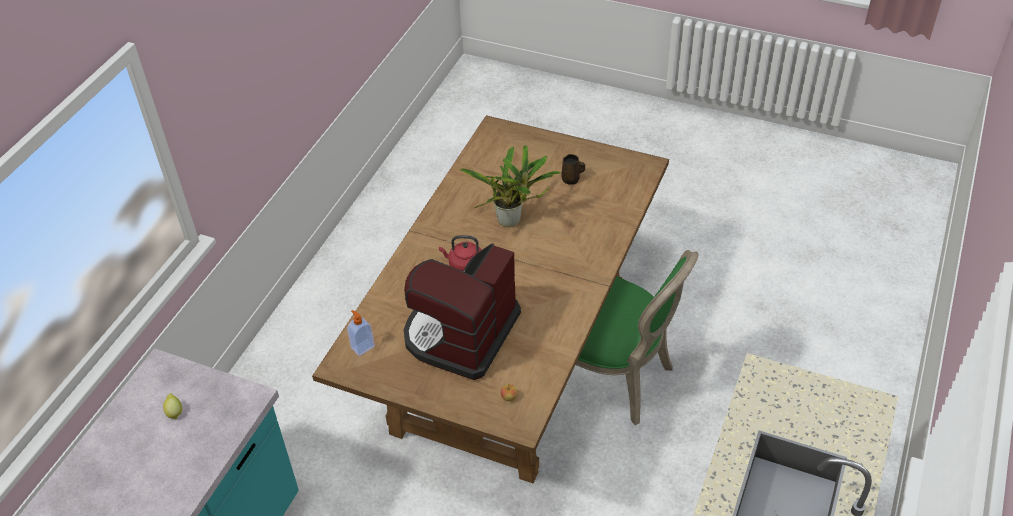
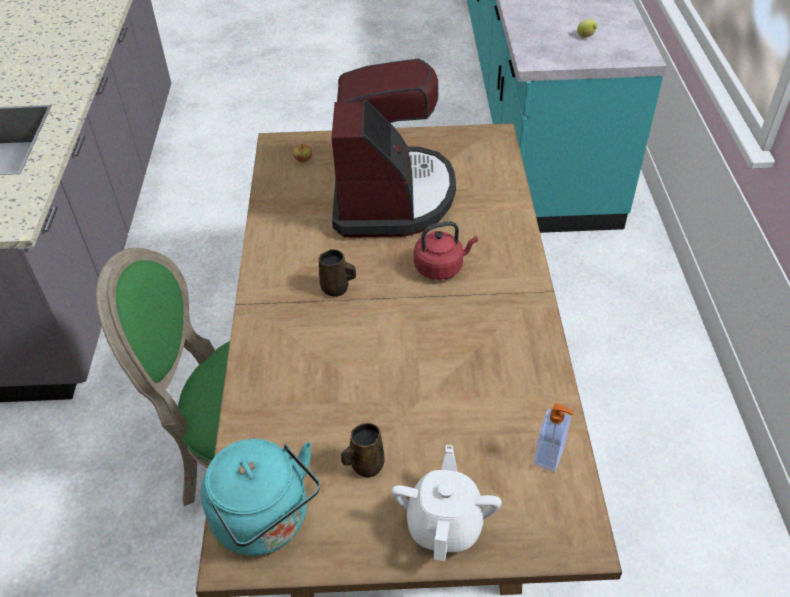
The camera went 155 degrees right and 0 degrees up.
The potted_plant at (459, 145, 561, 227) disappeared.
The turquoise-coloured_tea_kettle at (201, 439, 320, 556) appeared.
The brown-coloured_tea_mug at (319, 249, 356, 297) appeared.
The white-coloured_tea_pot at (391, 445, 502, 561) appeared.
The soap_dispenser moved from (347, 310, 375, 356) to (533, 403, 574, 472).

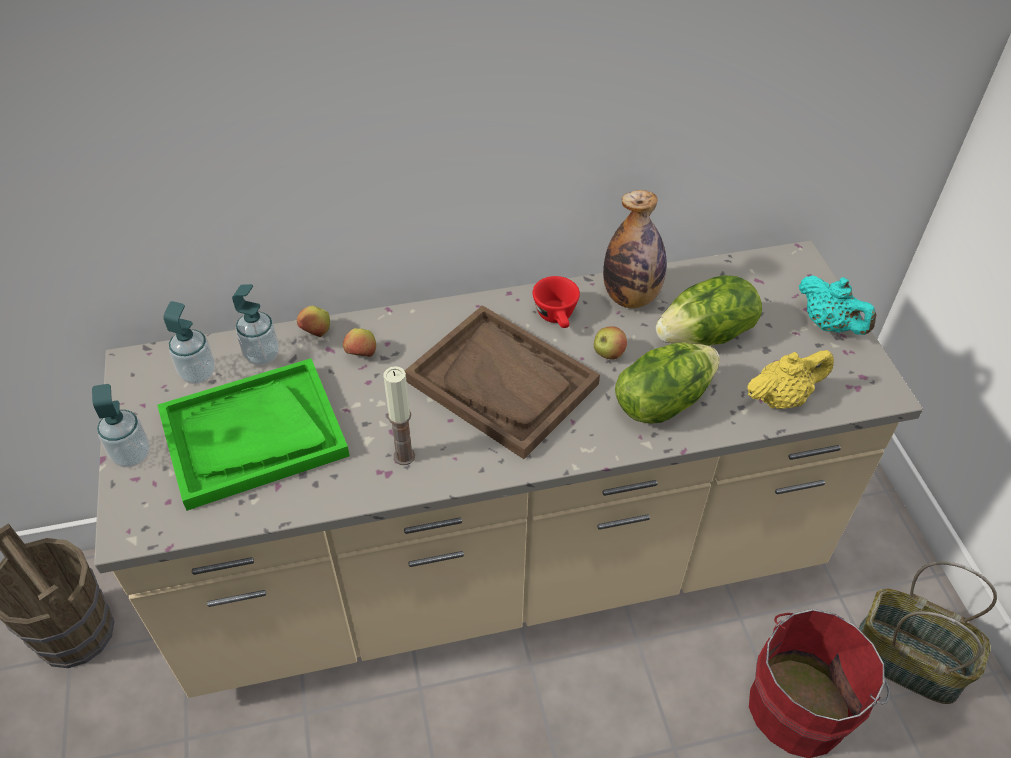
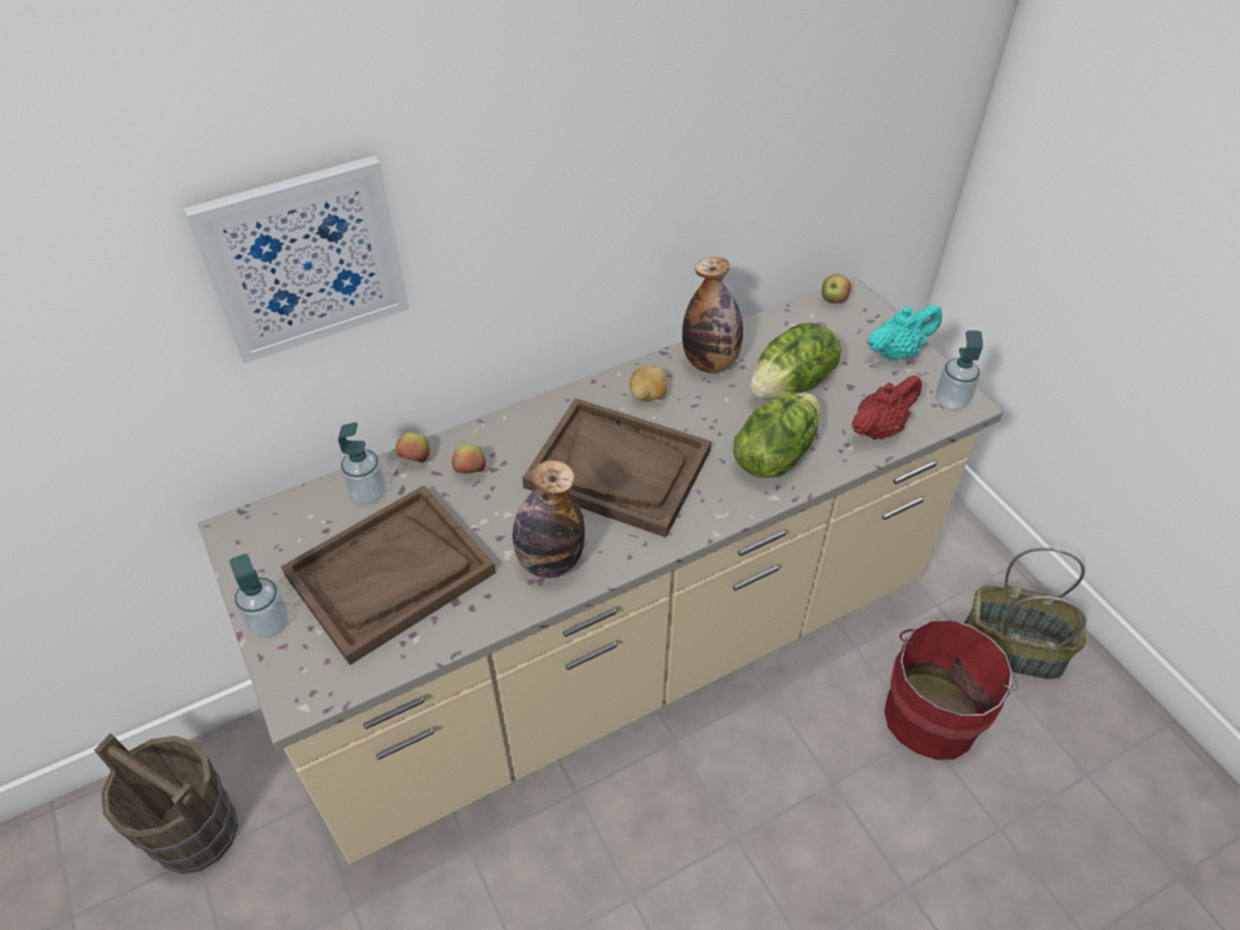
The camera went 15 degrees left and 0 degrees up.
The wall_picture at (184, 155, 409, 364) appeared.
The soap_dispenser moved from (163, 301, 215, 384) to (936, 330, 983, 410).
The apple_fruit moved from (594, 326, 627, 359) to (822, 274, 851, 303).
The wax_light at (384, 366, 415, 465) was replaced by the bottle at (512, 460, 585, 578).
The red-coloured_cup at (533, 276, 580, 328) was replaced by the whole_potato at (630, 365, 667, 401).
The greenish_serving_tray at (157, 358, 350, 511) became the brown-coloured_serving_tray at (281, 485, 496, 665).
The yellow-coloured_tea_pot at (746, 350, 834, 409) became the red-coloured_tea_pot at (851, 375, 922, 440).
The turquoise-coloured_tea_pot at (799, 275, 877, 335) turned 60 degrees counterclockwise.

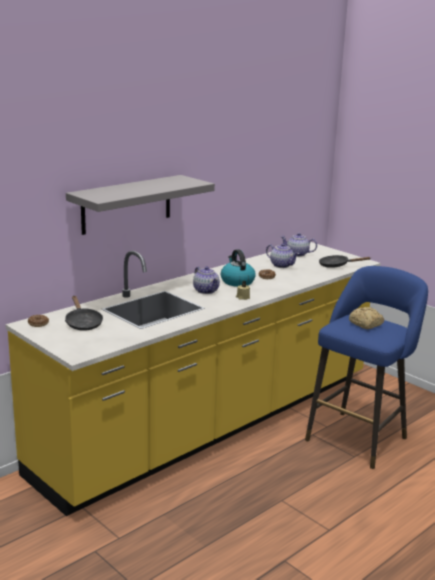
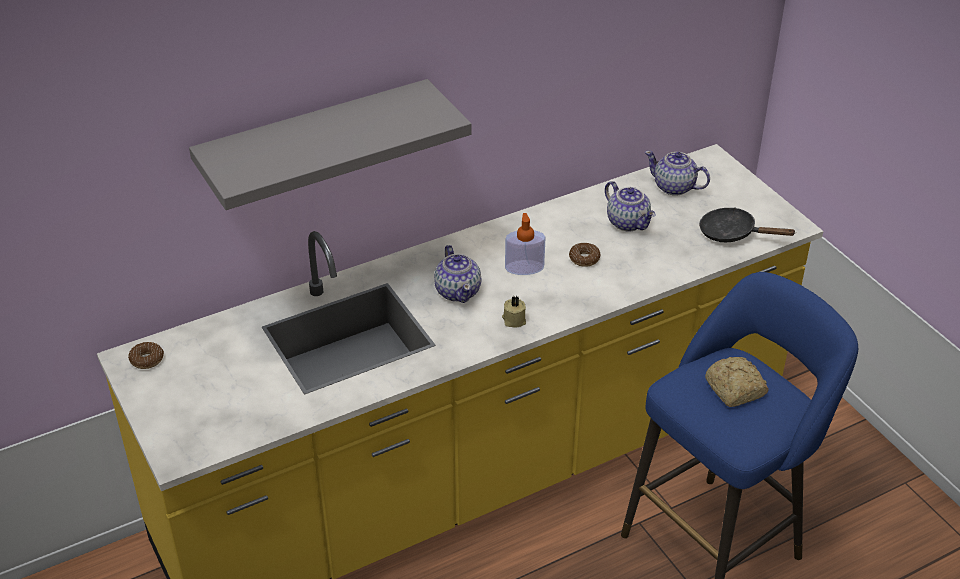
The camera went 15 degrees right and 20 degrees up.
The black-coloured_frying_pan at (65, 296, 103, 331) disappeared.
The tea_kettle at (221, 249, 255, 287) was replaced by the soap_dispenser at (505, 213, 546, 275).

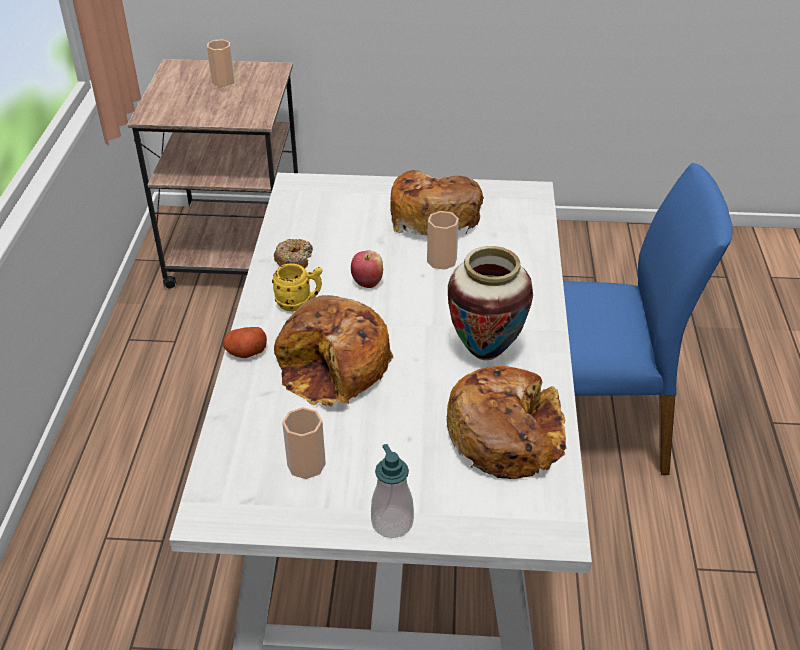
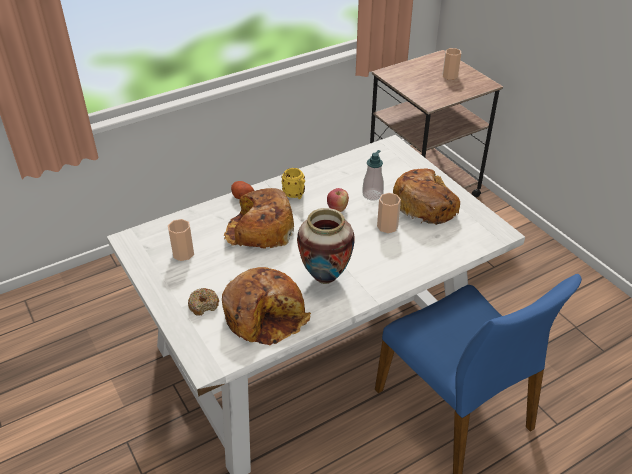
The camera went 55 degrees right and 0 degrees up.
The doughnut moved from (274, 239, 313, 269) to (188, 288, 219, 316).
The soap_dispenser moved from (371, 444, 414, 538) to (362, 150, 384, 200).

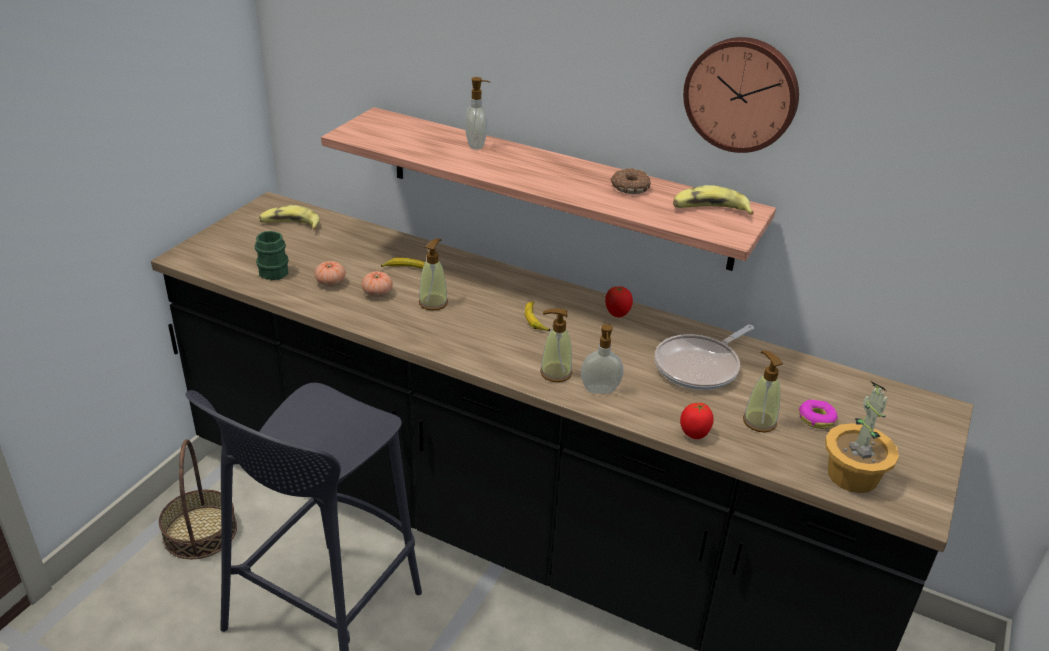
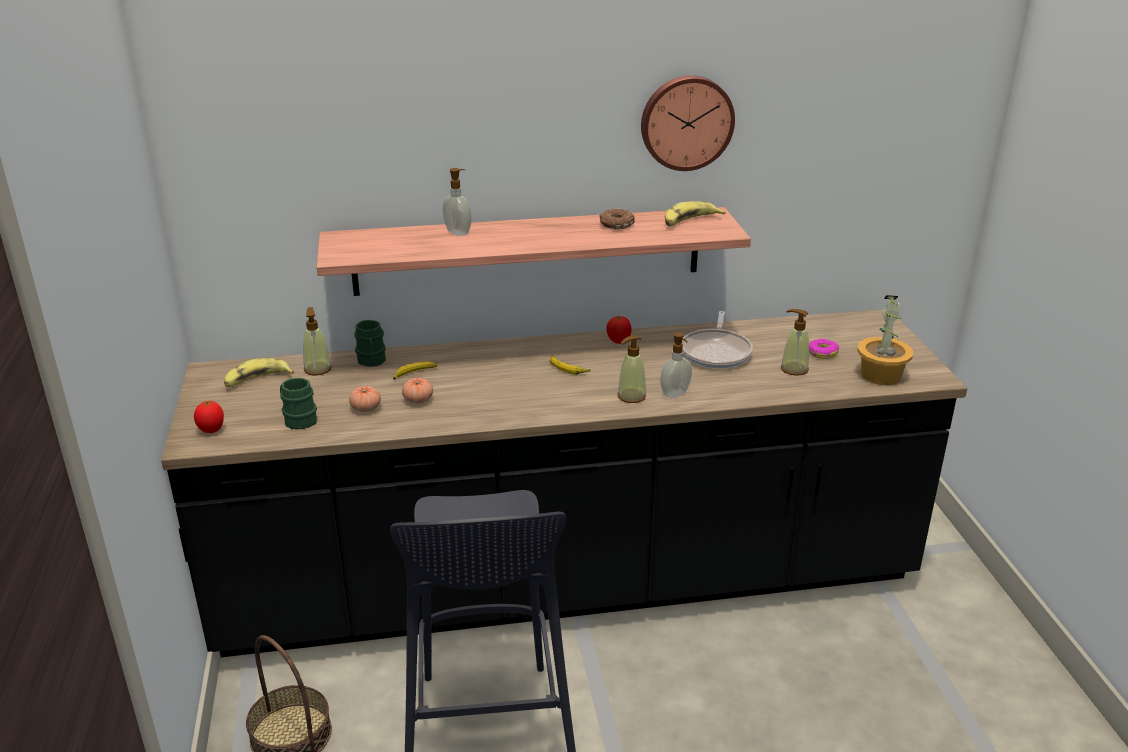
The camera went 35 degrees left and 5 degrees down.
The greenish_tea_mug at (354, 320, 386, 367) appeared.
The soap_dispenser moved from (419, 239, 448, 310) to (303, 307, 332, 375).
The tomato moved from (680, 403, 714, 439) to (194, 401, 224, 433).

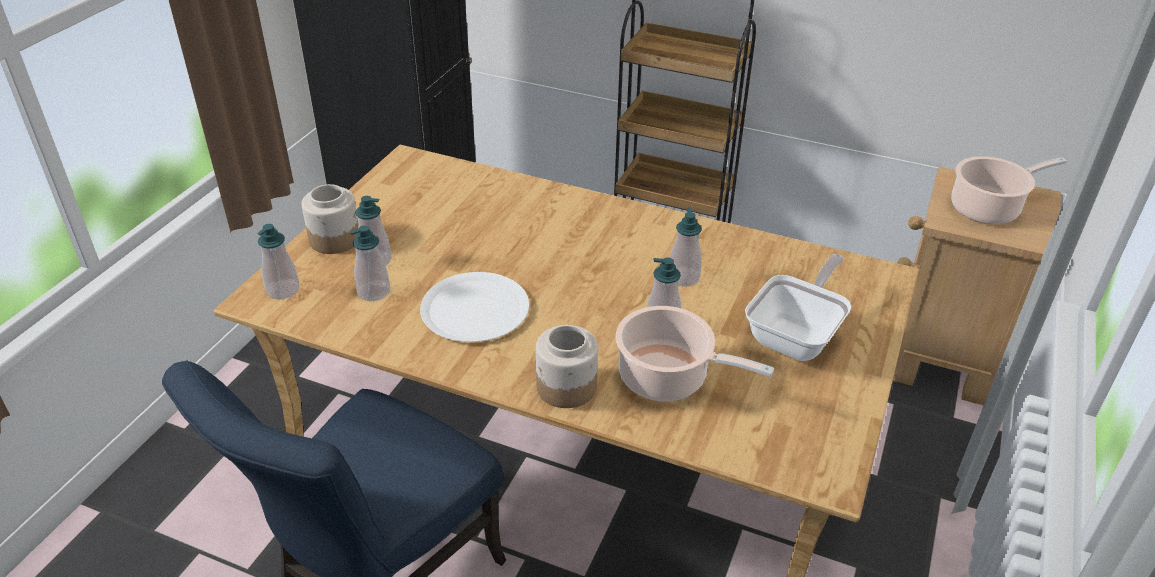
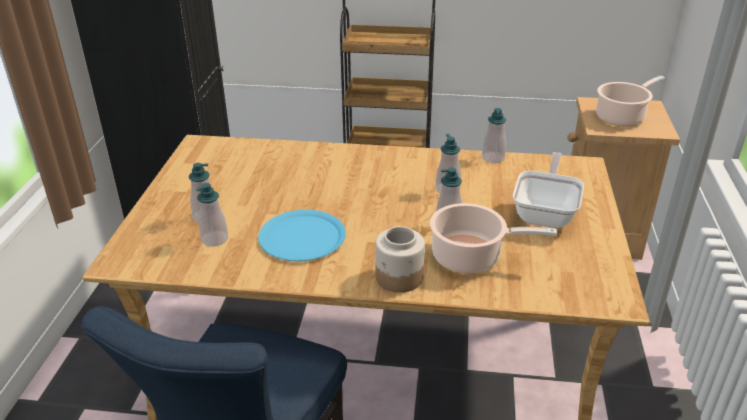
The camera went 15 degrees left and 5 degrees down.
The jar at (302, 184, 359, 254) disappeared.
The soap_dispenser moved from (257, 224, 300, 300) to (482, 108, 506, 163).
The white-coloured_flat_dish at (420, 272, 529, 342) became the blue_flat_dish at (258, 210, 346, 261).

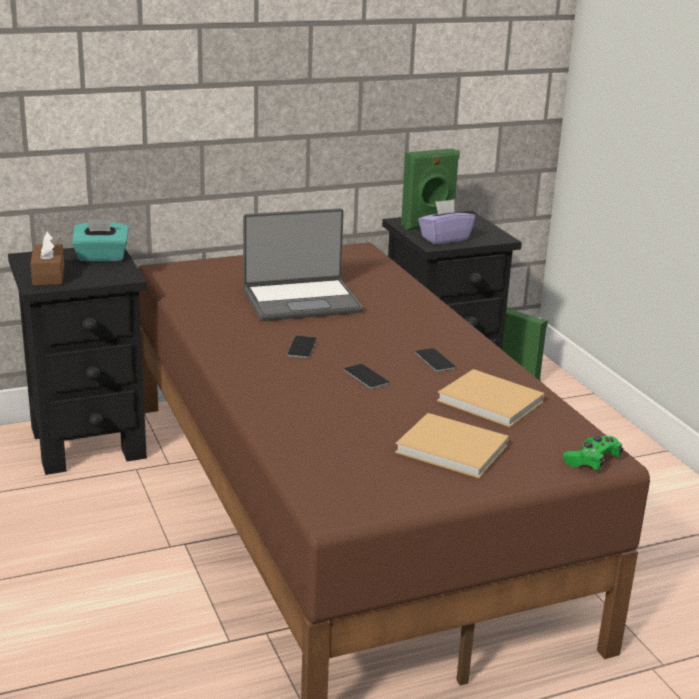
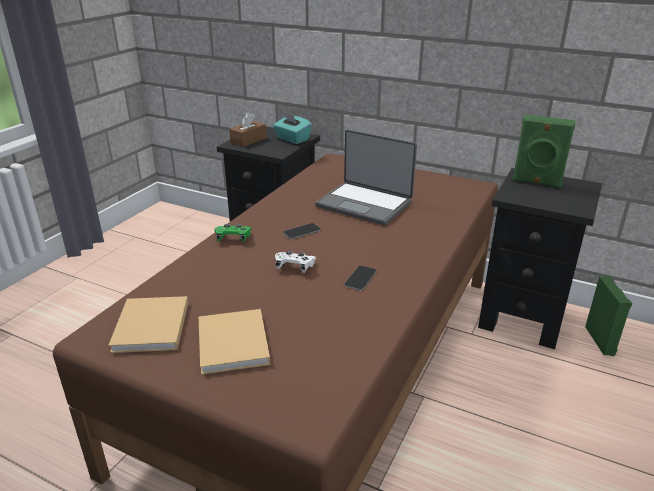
The camera went 50 degrees right and 5 degrees up.
The purple-coloured_tissue_holder at (418, 199, 475, 244) disappeared.
The beige_volume moved from (437, 369, 545, 427) to (109, 296, 188, 353).
The greenish_game_controller moved from (563, 436, 623, 471) to (214, 224, 252, 242).
The phone at (344, 364, 389, 389) was replaced by the white-coloured_game_controller at (275, 250, 316, 273).

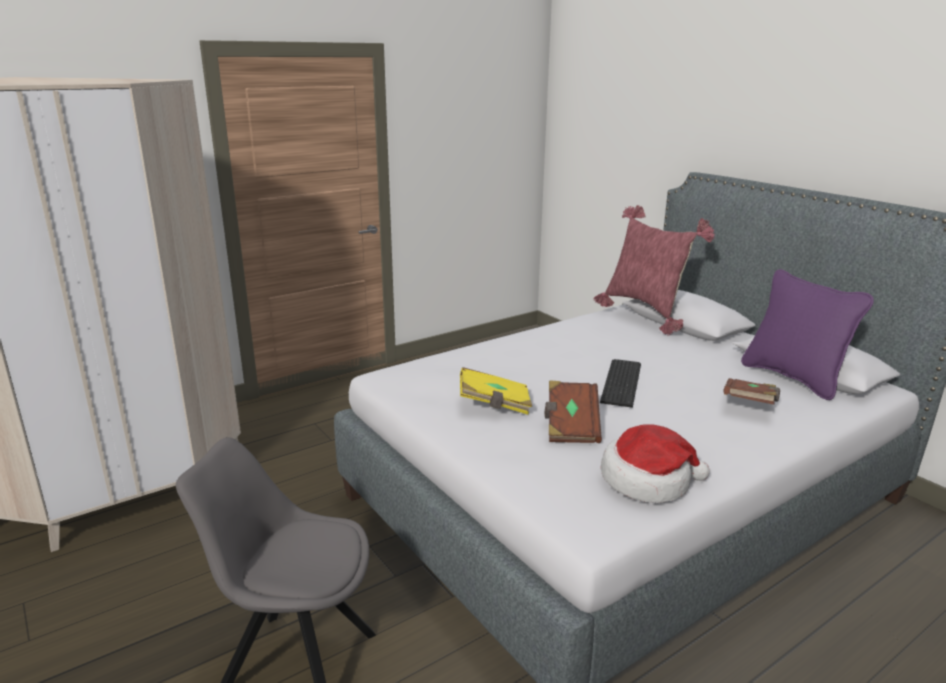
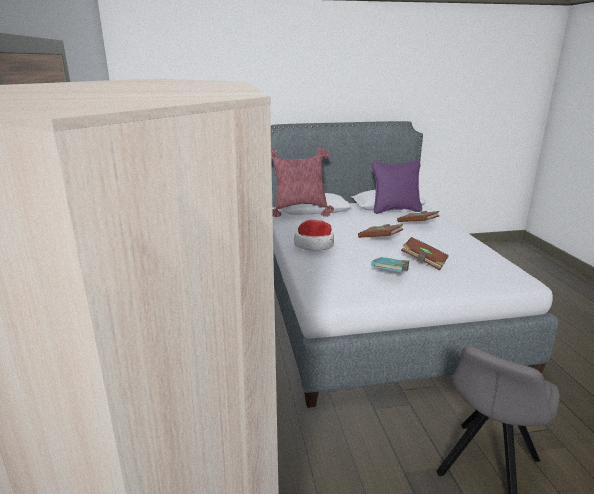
The camera went 65 degrees left and 0 degrees up.
The clothing_hat moved from (601, 424, 710, 503) to (294, 220, 334, 251).
The computer_keyboard at (600, 359, 641, 408) was replaced by the brown-coloured_volume at (358, 224, 403, 238).
The yellow-coloured_volume at (460, 367, 532, 415) became the turquoise-coloured_volume at (371, 257, 410, 272).

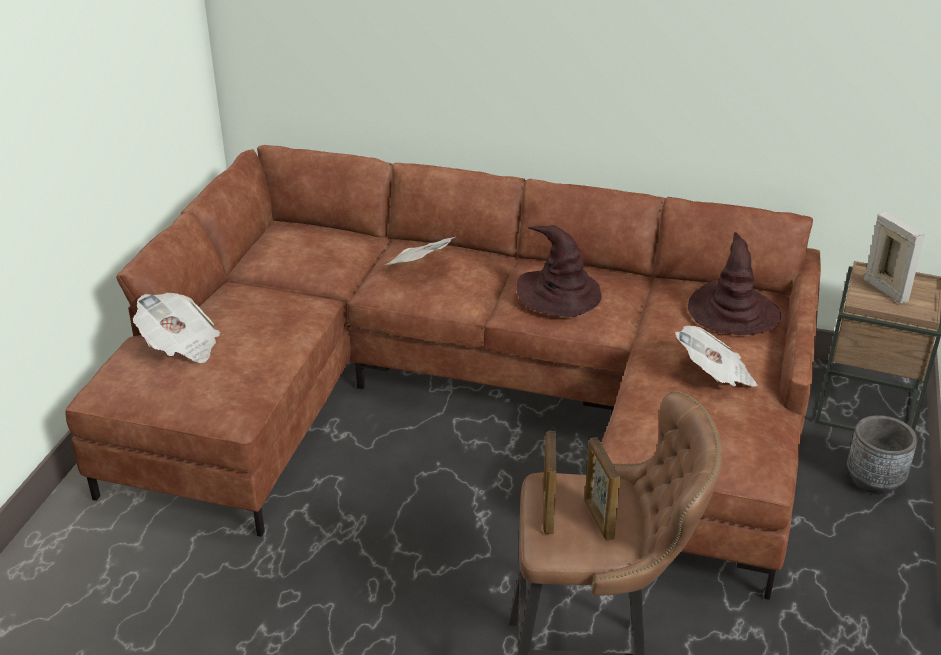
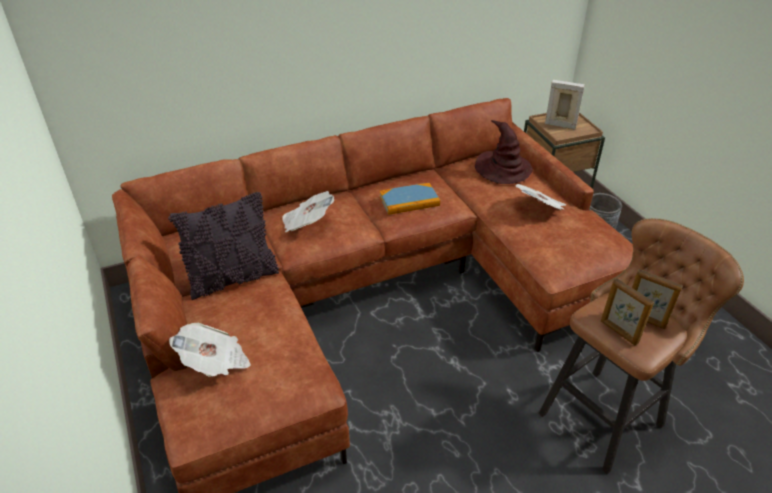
The camera went 40 degrees left and 5 degrees up.
The black-coloured_cushion at (168, 192, 279, 300) appeared.
The brown-coloured_clothing_hat at (516, 225, 601, 317) was replaced by the volume at (379, 183, 440, 215).

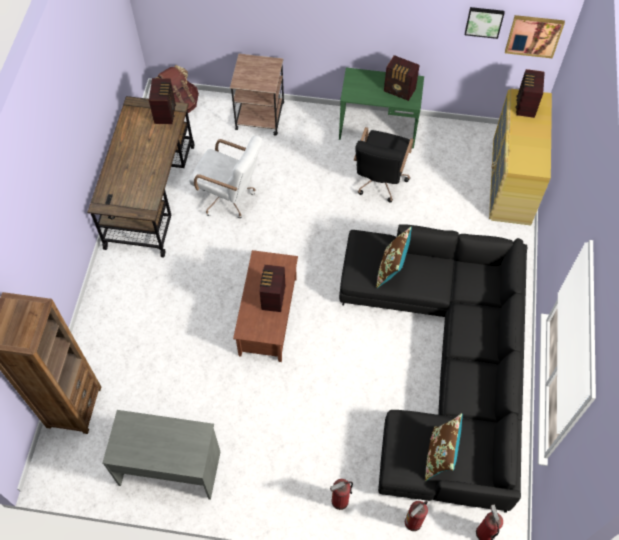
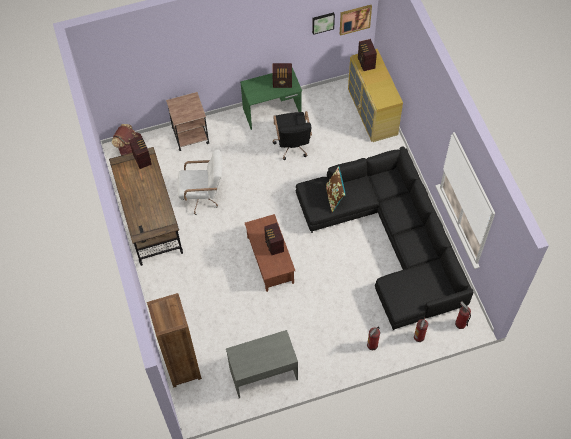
The camera went 25 degrees left and 0 degrees up.
The brown-coloured_cushion at (425, 413, 463, 481) disappeared.

